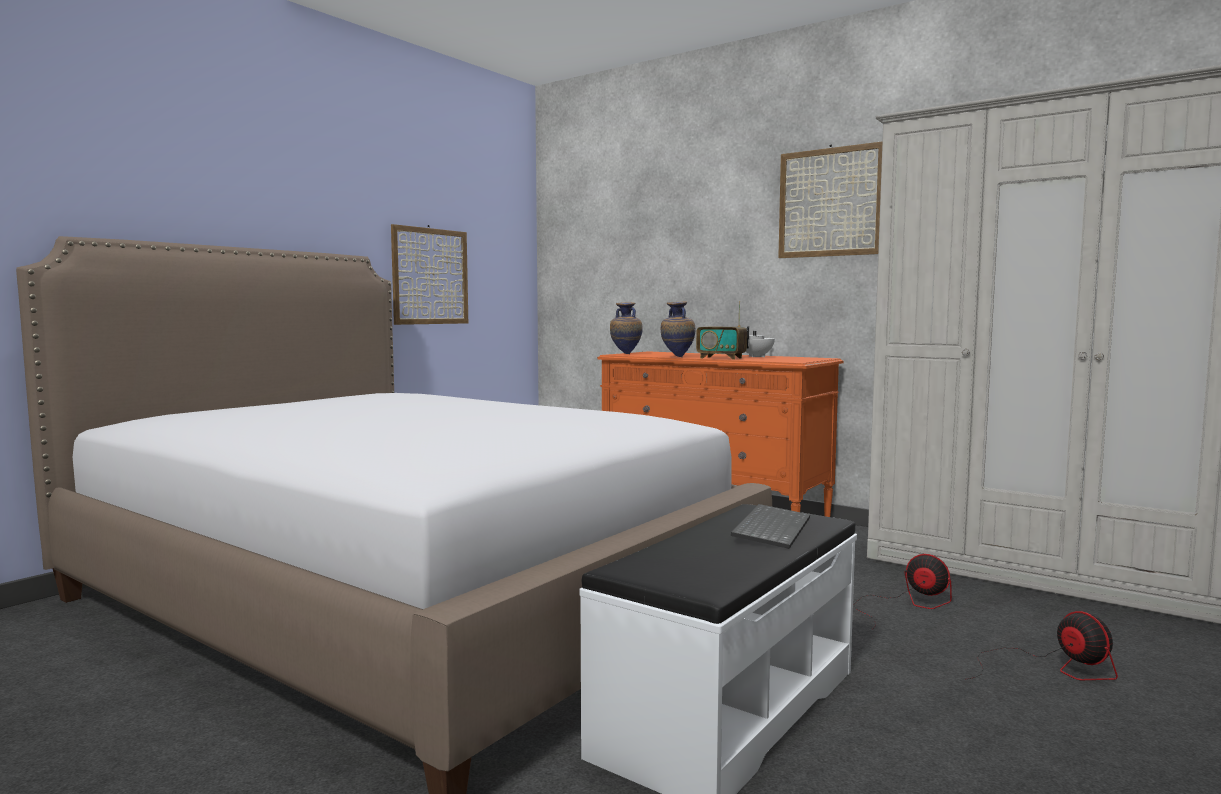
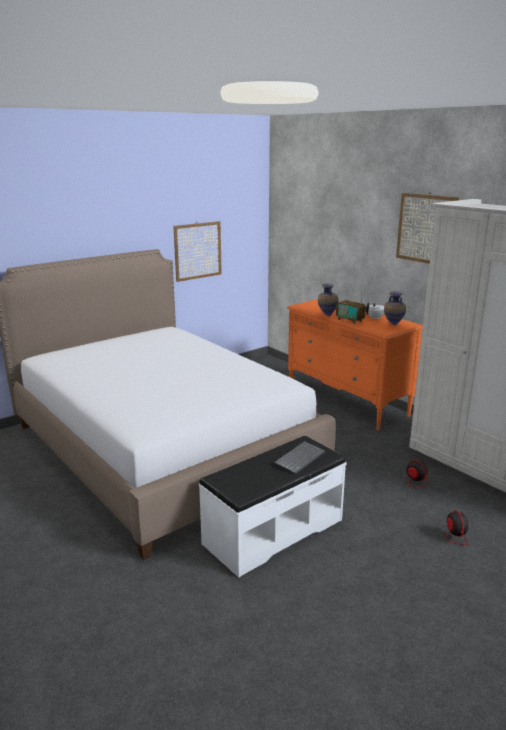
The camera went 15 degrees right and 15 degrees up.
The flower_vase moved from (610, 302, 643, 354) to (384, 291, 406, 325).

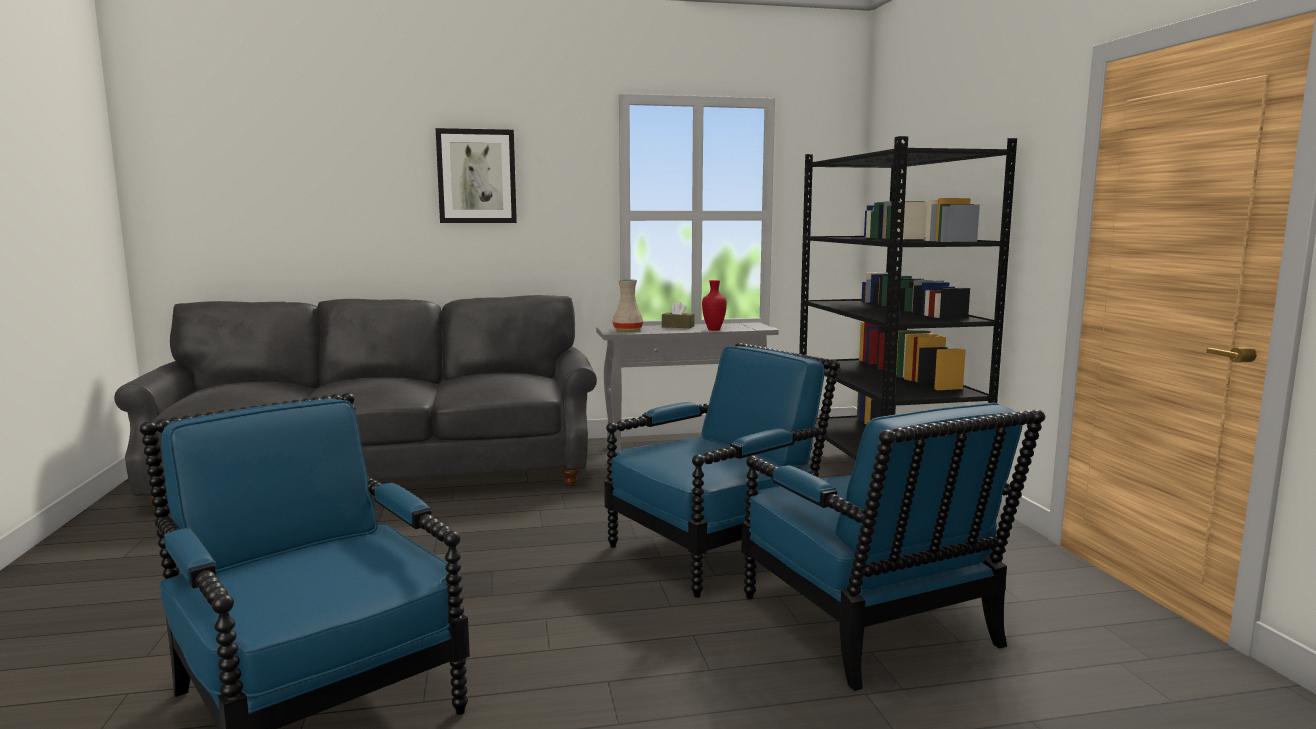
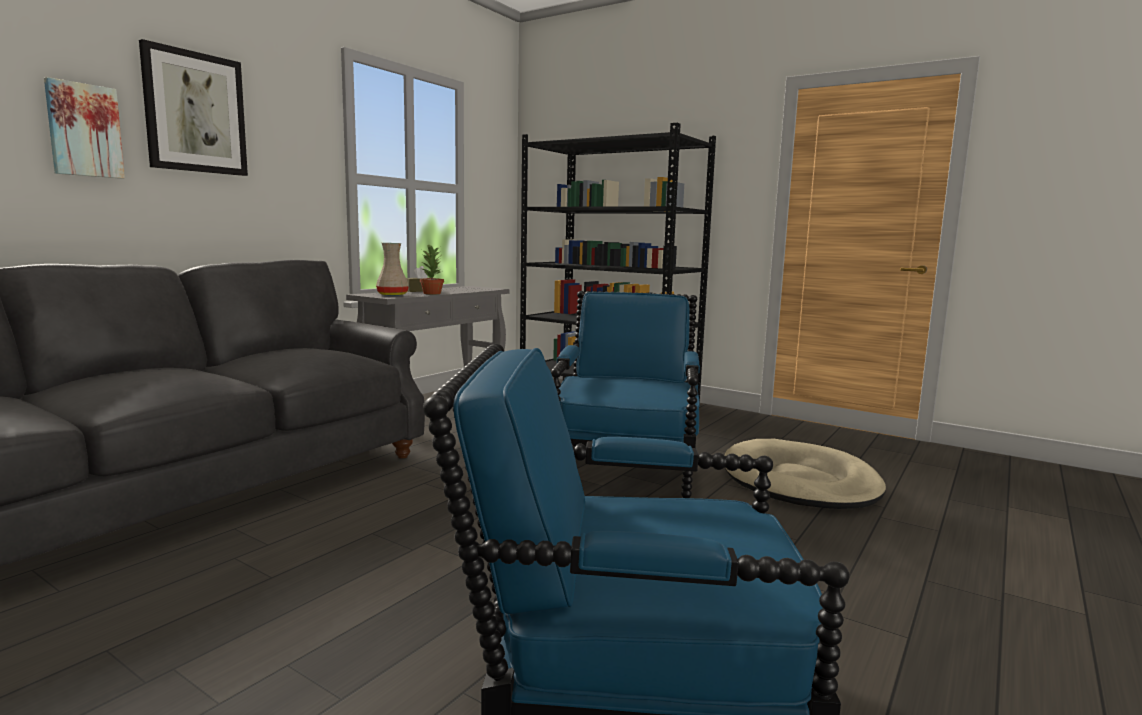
The camera went 45 degrees left and 0 degrees up.
The red-coloured_flower_vase at (702, 280, 727, 331) disappeared.
The wall_picture at (44, 77, 125, 179) appeared.
The potted_plant at (420, 245, 444, 294) appeared.
The blue_easy_chair at (741, 403, 1045, 691) was replaced by the beige_pet_bed at (724, 439, 886, 509).

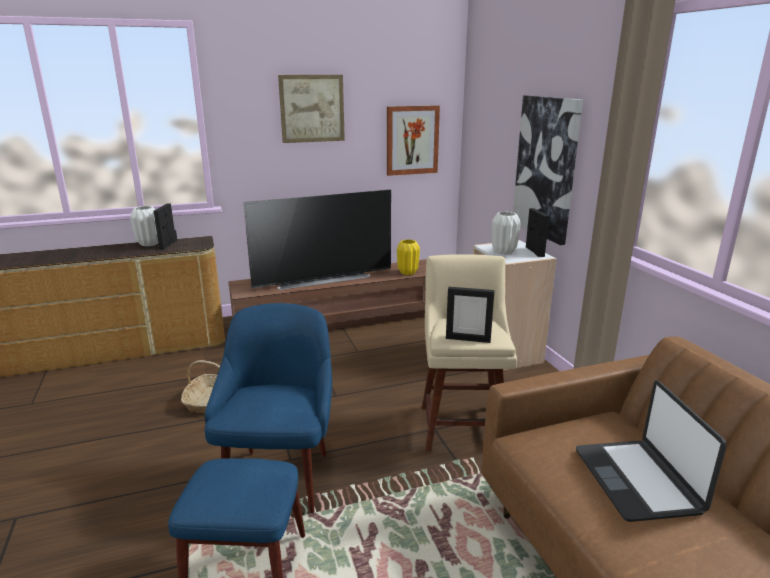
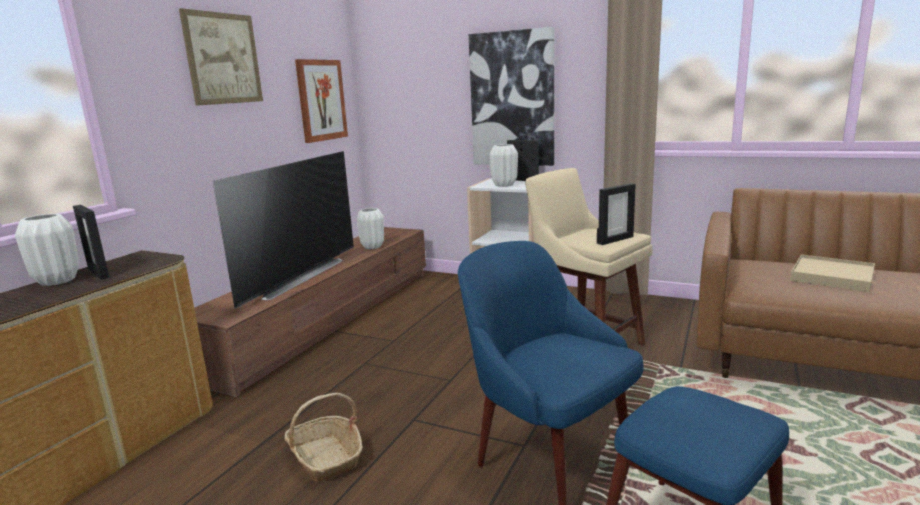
The camera went 45 degrees left and 5 degrees down.
The laptop at (576, 380, 727, 522) was replaced by the beige_serving_tray at (790, 254, 875, 292).
The yellow-coloured_flower_vase at (397, 239, 420, 275) became the white-coloured_flower_vase at (357, 208, 384, 249).

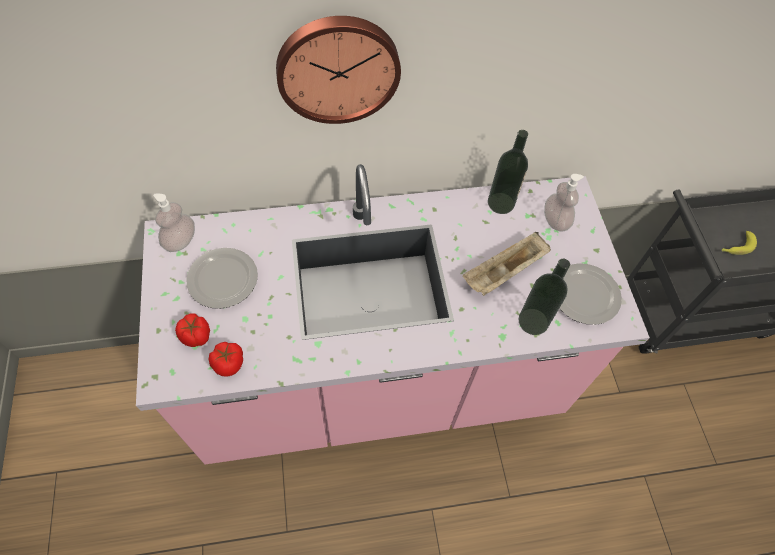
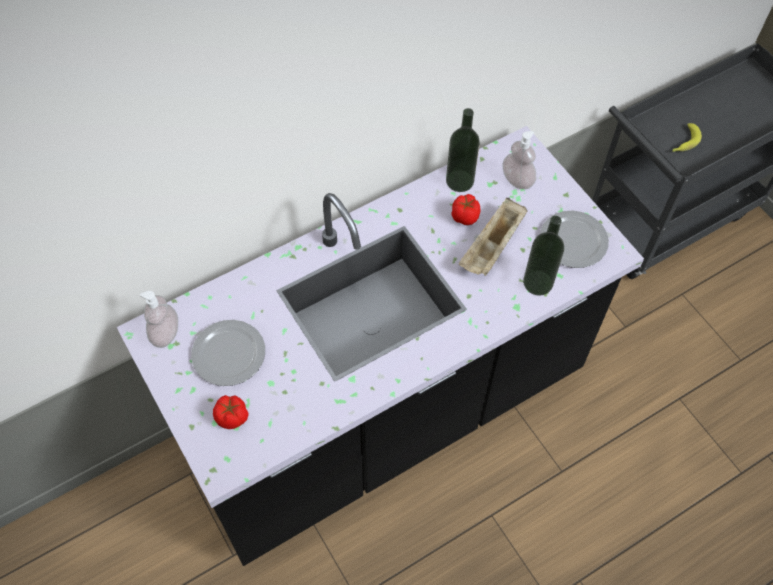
The camera went 20 degrees left and 0 degrees up.
The hanging_clock at (276, 16, 401, 124) disappeared.
The tomato moved from (209, 342, 243, 377) to (452, 194, 480, 225).
The pinkish_counter at (136, 164, 650, 464) became the black-coloured_counter at (117, 126, 644, 566).

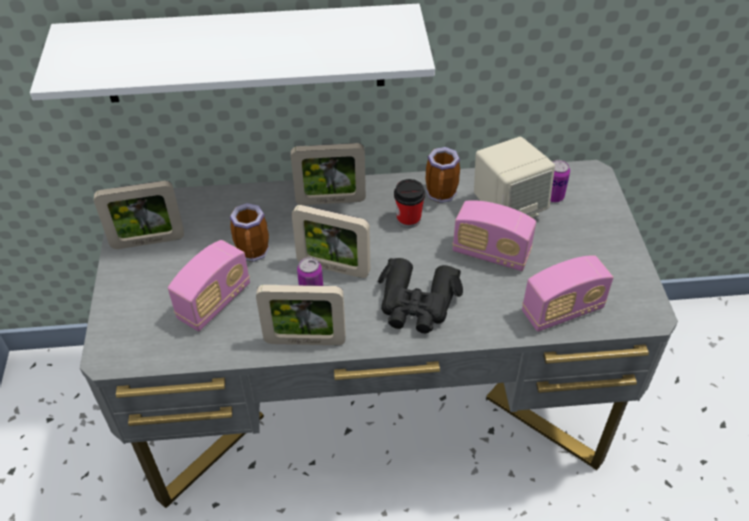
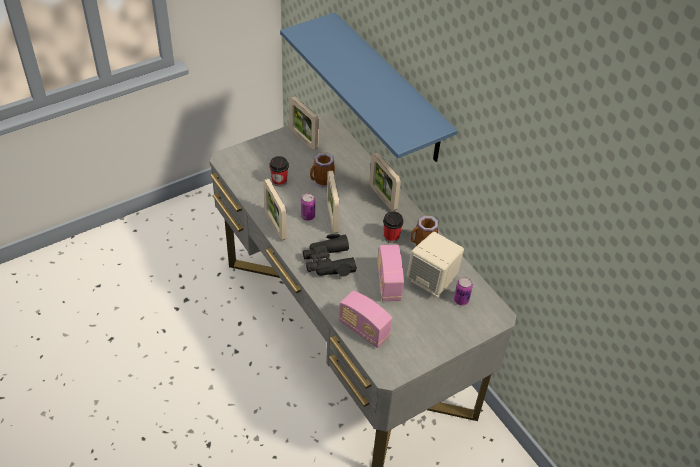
The camera went 60 degrees right and 0 degrees up.
The radio_receiver at (168, 240, 250, 331) was replaced by the cup at (269, 156, 289, 187).
The white-coloured_wall_shelf at (30, 4, 435, 103) became the blue_wall_shelf at (280, 12, 458, 162).

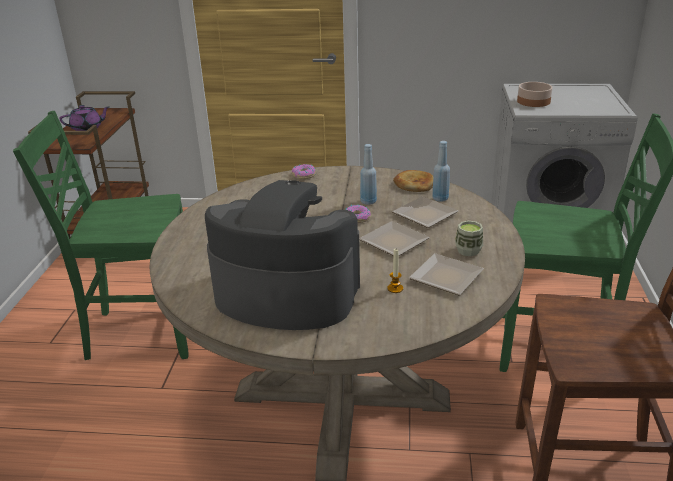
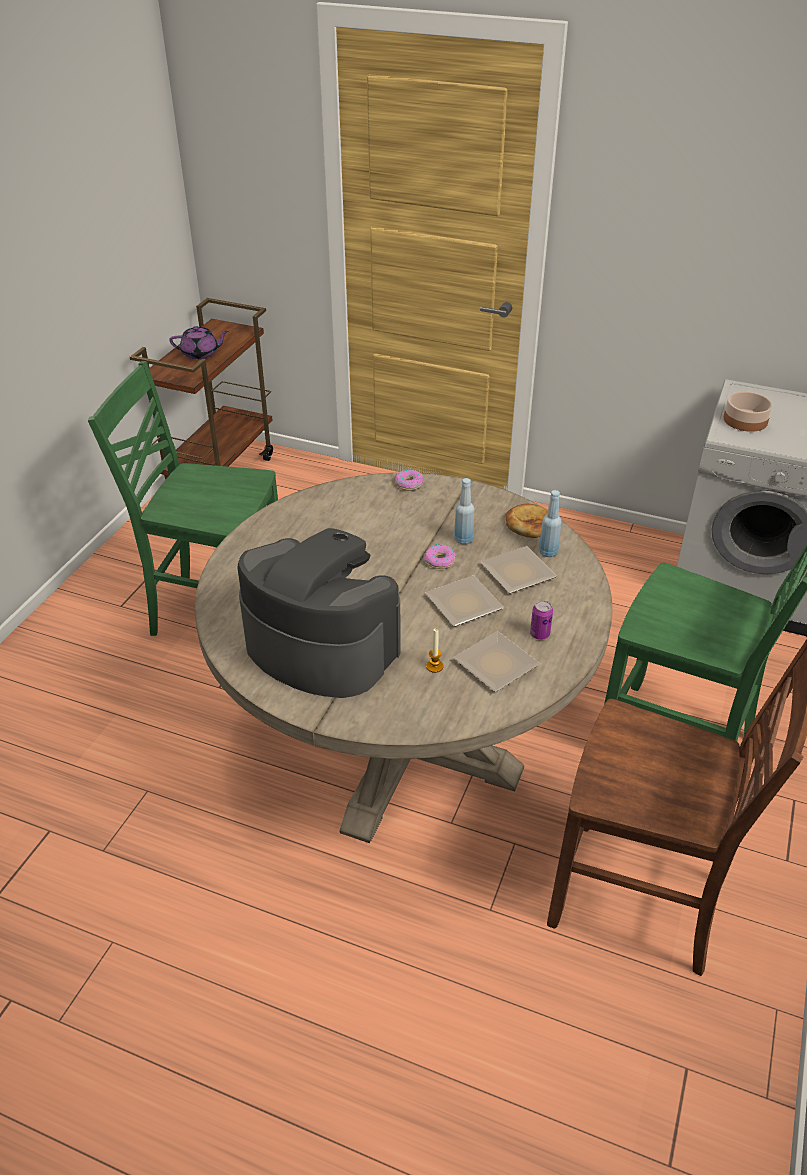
The camera went 15 degrees right and 10 degrees up.
The cup at (455, 221, 483, 256) was replaced by the can at (530, 601, 553, 640).

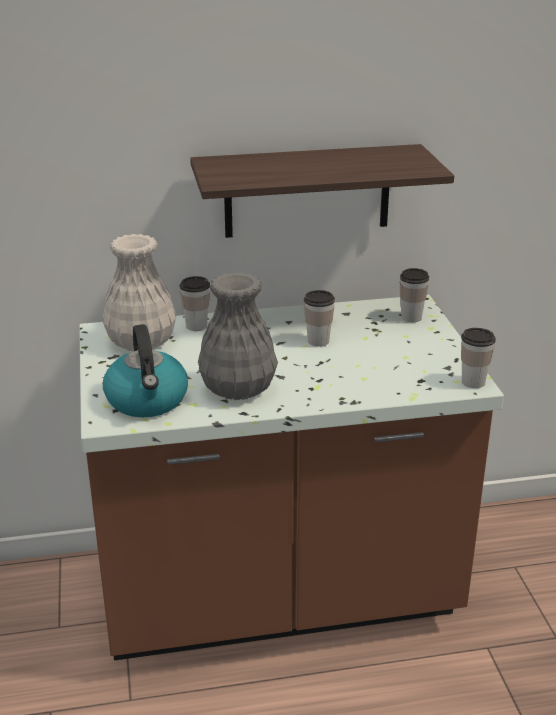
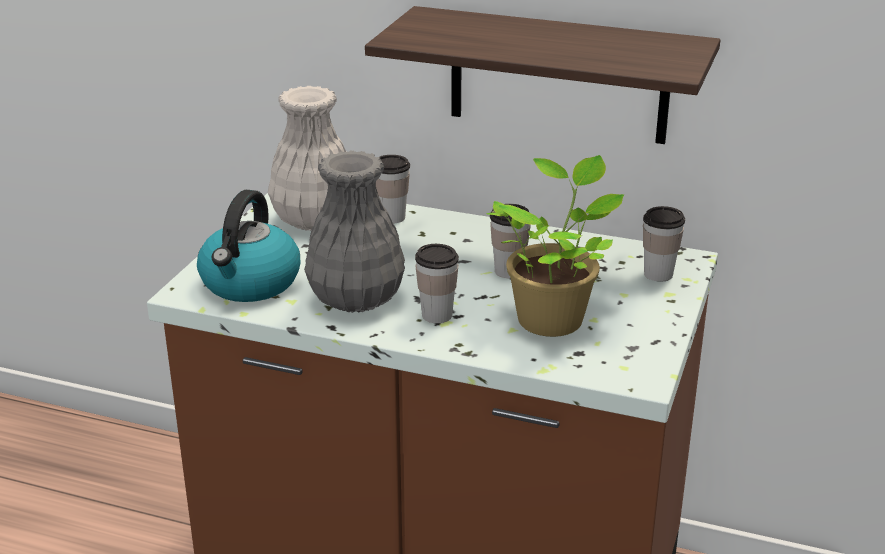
The camera went 30 degrees right and 0 degrees up.
The potted_plant at (486, 155, 624, 337) appeared.
The cup moved from (461, 328, 496, 388) to (415, 244, 459, 323).

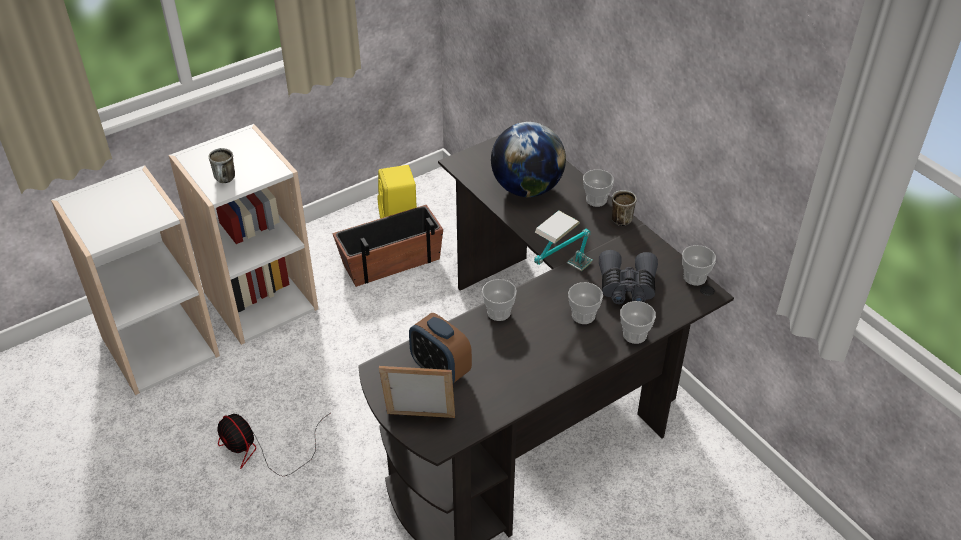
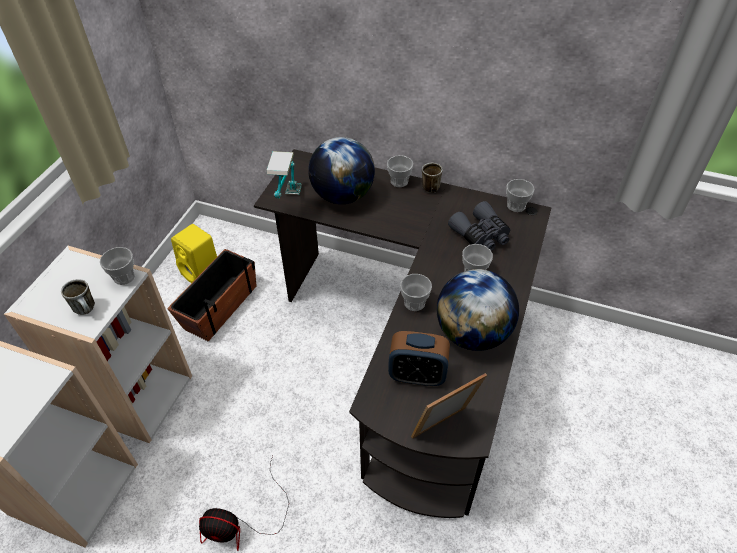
The camera went 35 degrees left and 5 degrees up.
The globe at (437, 269, 519, 351) appeared.
The tabletop_lamp moved from (534, 210, 593, 272) to (266, 151, 302, 199).
The cup moved from (620, 301, 656, 344) to (100, 247, 135, 285).

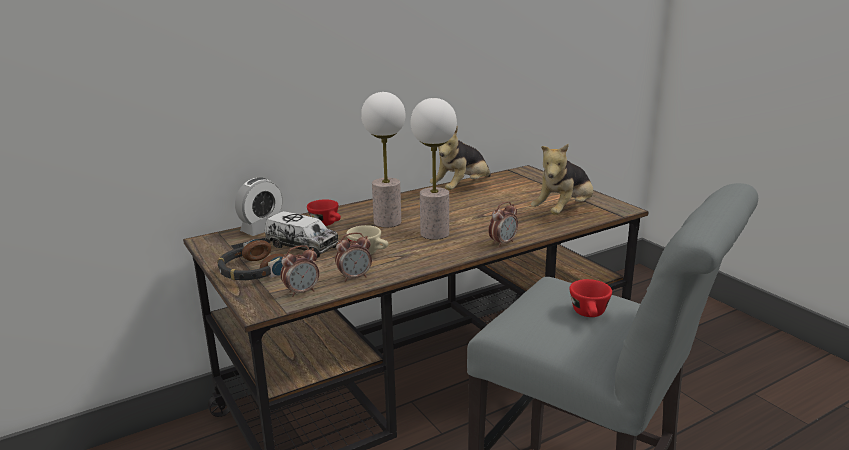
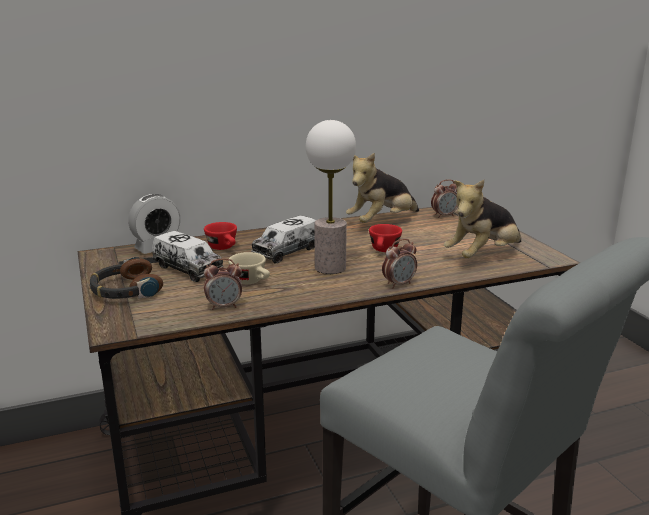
The camera went 10 degrees right and 0 degrees up.
The table_clock moved from (281, 245, 319, 297) to (431, 179, 458, 218).
The red-coloured_cup moved from (569, 279, 612, 317) to (369, 224, 402, 252).
The tabletop_lamp at (361, 92, 405, 228) was replaced by the toy_lorry at (251, 215, 316, 263).

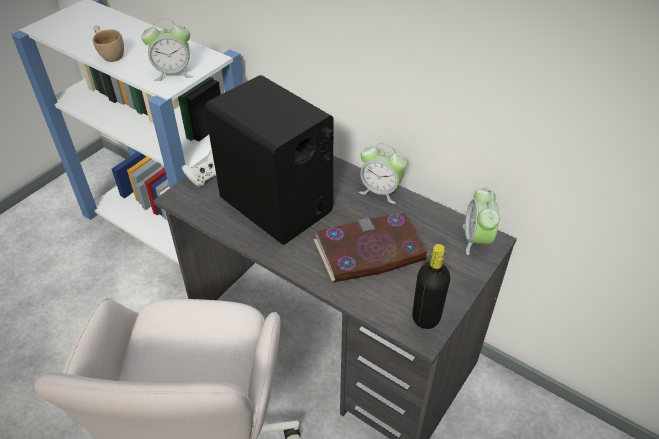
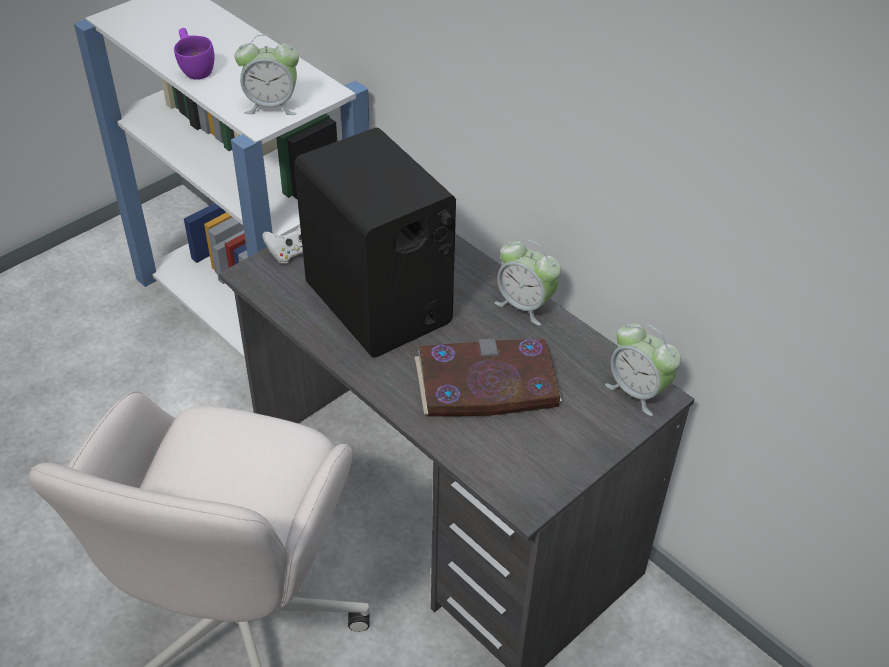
The camera went 10 degrees right and 0 degrees up.
The black-coloured_bottle at (412, 244, 450, 329) disappeared.
The beige_cup at (93, 25, 124, 62) became the purple-coloured_cup at (174, 28, 215, 80).
The table_clock at (463, 187, 500, 255) turned 60 degrees counterclockwise.

